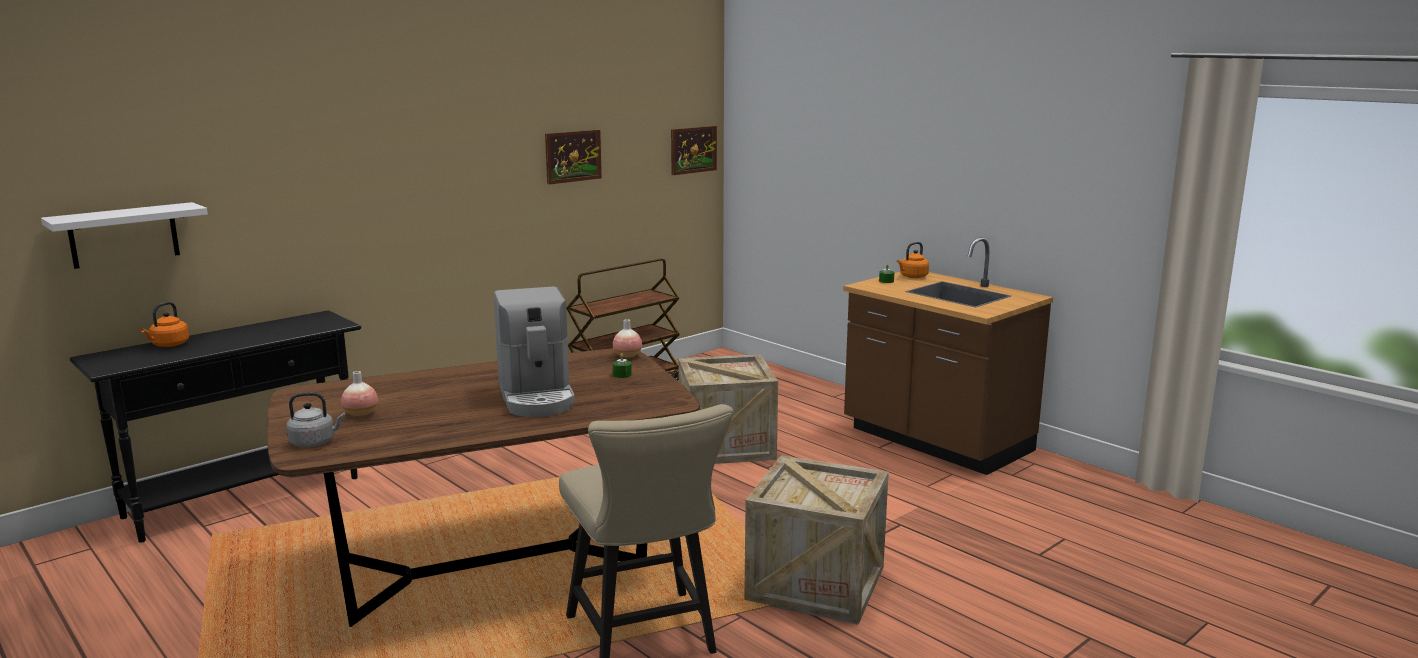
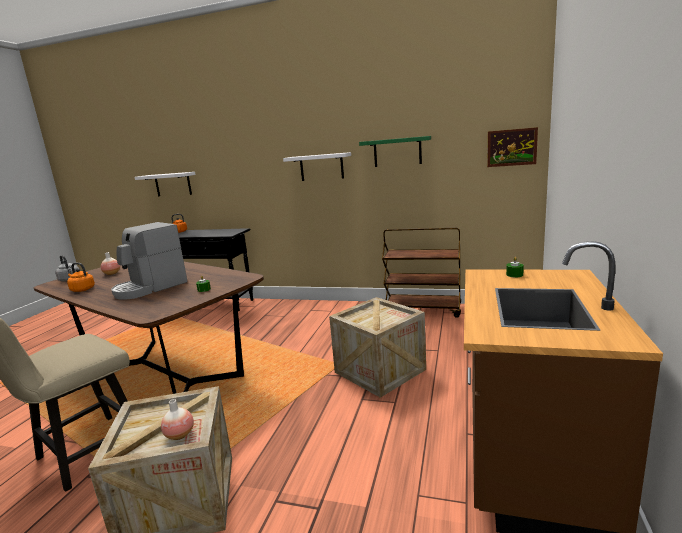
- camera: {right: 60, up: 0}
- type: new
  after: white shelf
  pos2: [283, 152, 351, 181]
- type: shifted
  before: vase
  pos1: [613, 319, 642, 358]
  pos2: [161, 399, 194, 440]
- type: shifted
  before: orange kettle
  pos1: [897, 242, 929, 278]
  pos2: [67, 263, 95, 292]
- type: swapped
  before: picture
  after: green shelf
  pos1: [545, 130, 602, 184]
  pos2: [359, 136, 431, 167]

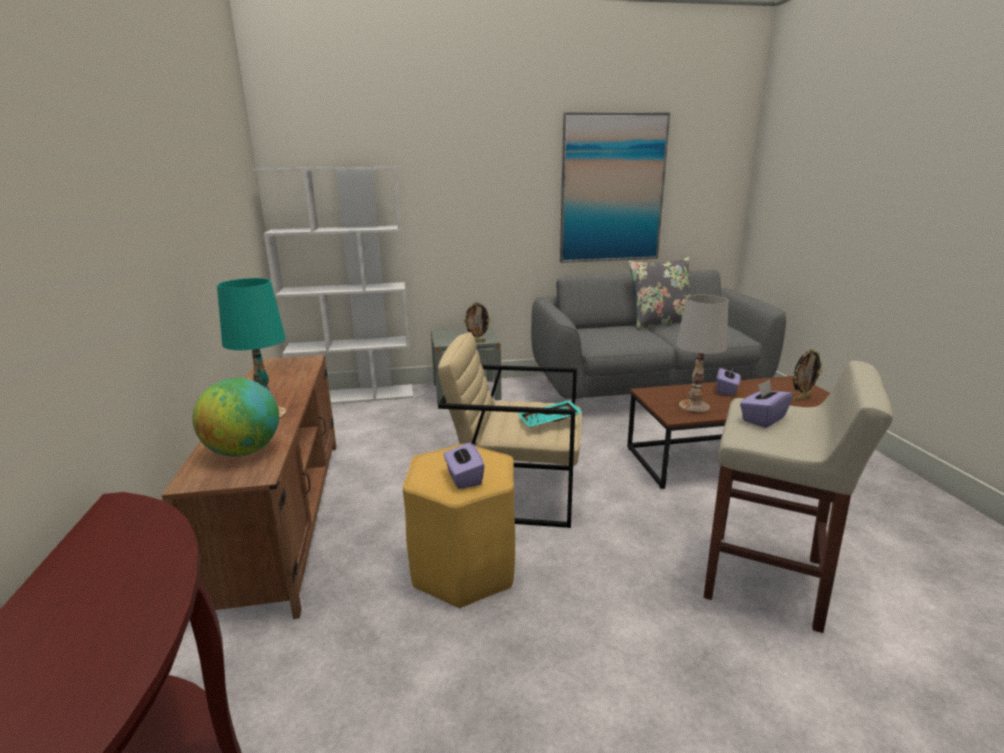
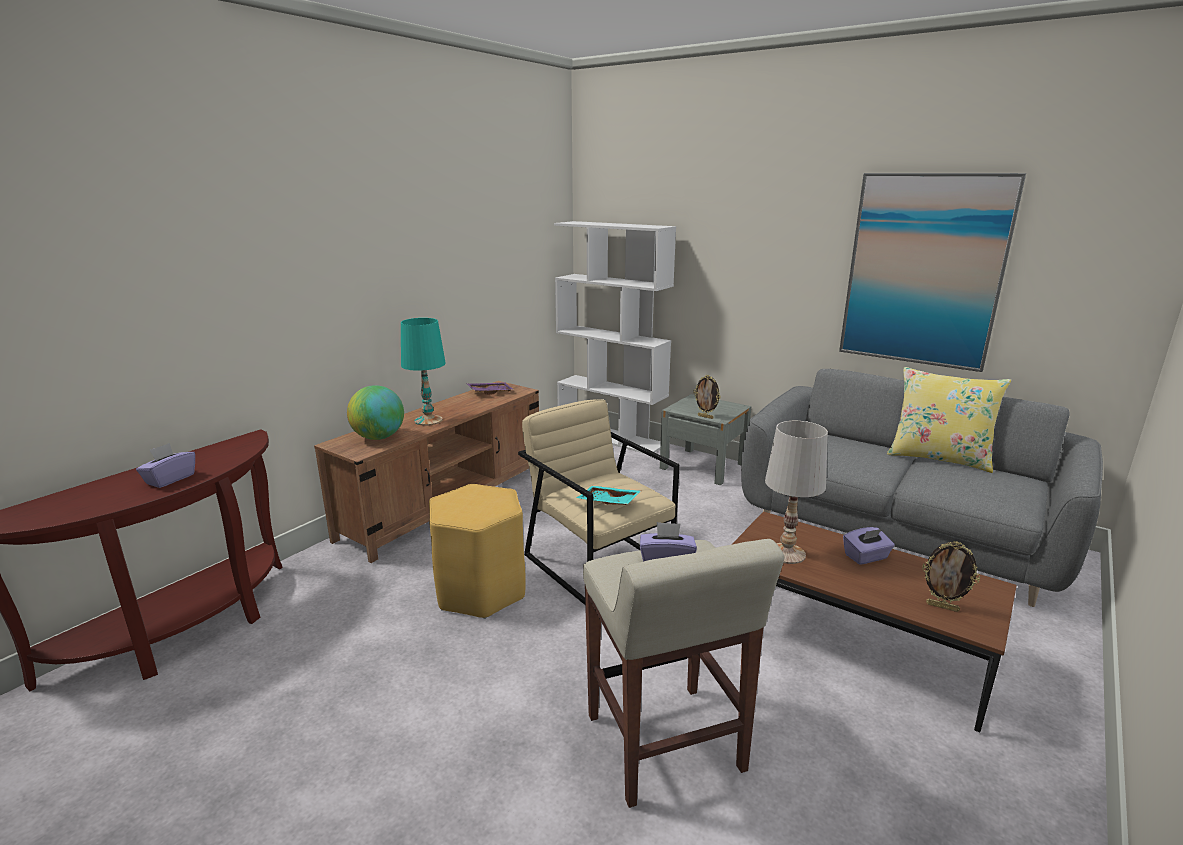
- camera: {right: 45, up: 0}
- type: new
  after: purple tray
  pos2: [466, 382, 514, 395]
- type: shifted
  before: purple tissue box
  pos1: [443, 440, 485, 489]
  pos2: [136, 443, 195, 488]
- type: repainted
  before: grey pillow
  after: yellow pillow
  pos1: [628, 257, 691, 329]
  pos2: [887, 367, 1011, 473]

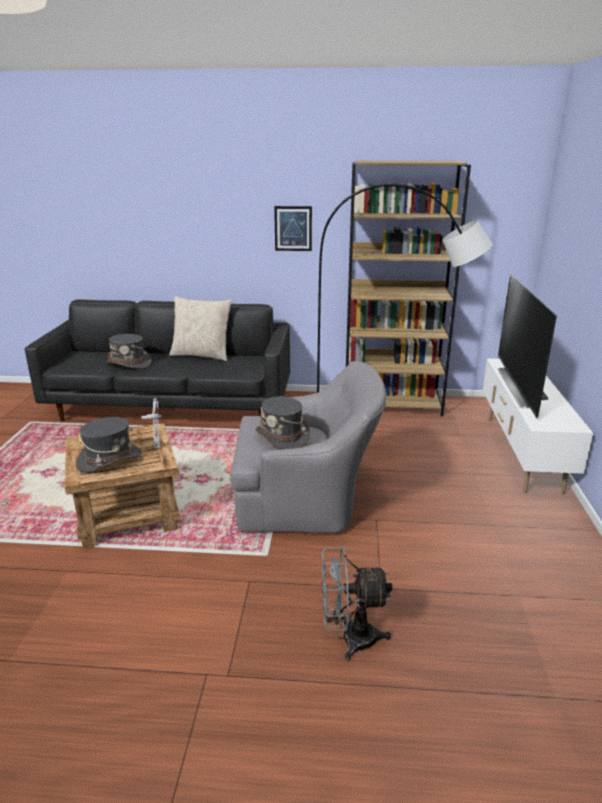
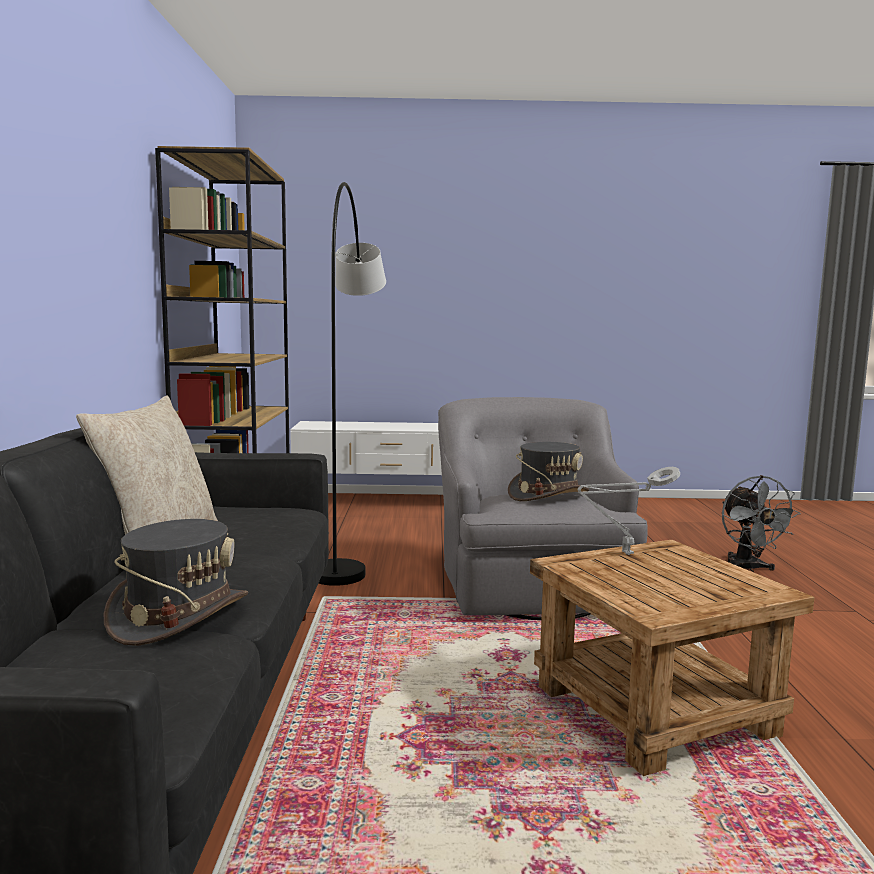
- camera: {right: -95, up: -15}
- type: gone
  before: grey hat
  pos1: [76, 417, 142, 473]
- type: gone
  before: picture
  pos1: [274, 206, 312, 251]
- type: gone
  before: television
  pos1: [498, 274, 557, 418]

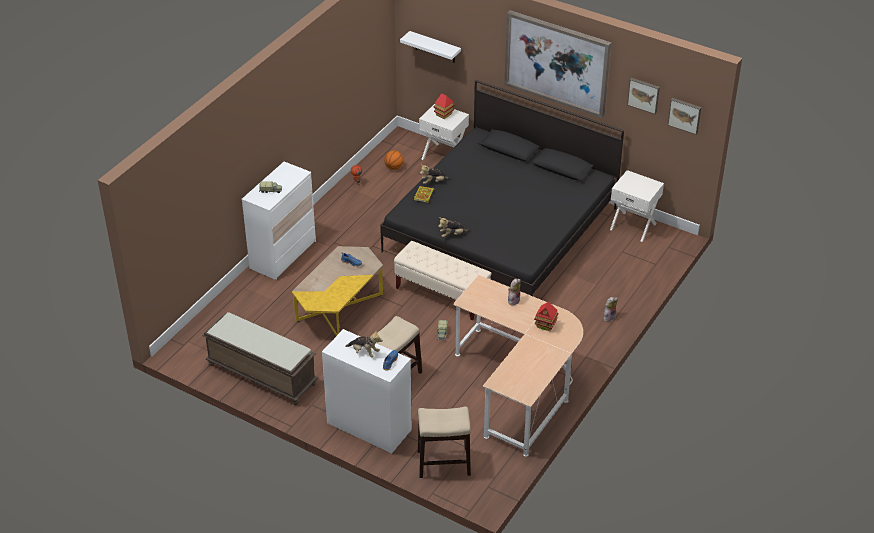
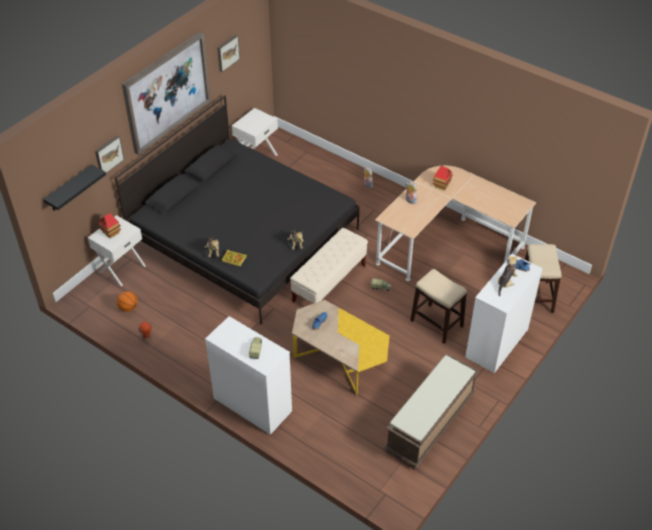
- camera: {right: -85, up: 5}
- type: shifted
  before: picture
  pos1: [668, 98, 701, 135]
  pos2: [95, 135, 124, 173]
- type: repainted
  before: white shelf
  after: black shelf
  pos1: [400, 31, 461, 63]
  pos2: [43, 164, 106, 211]

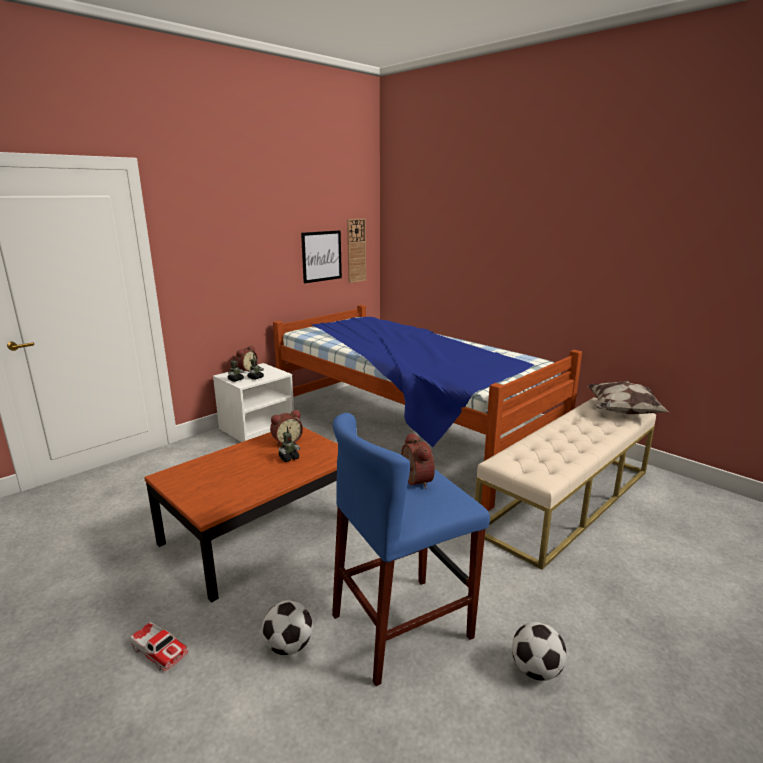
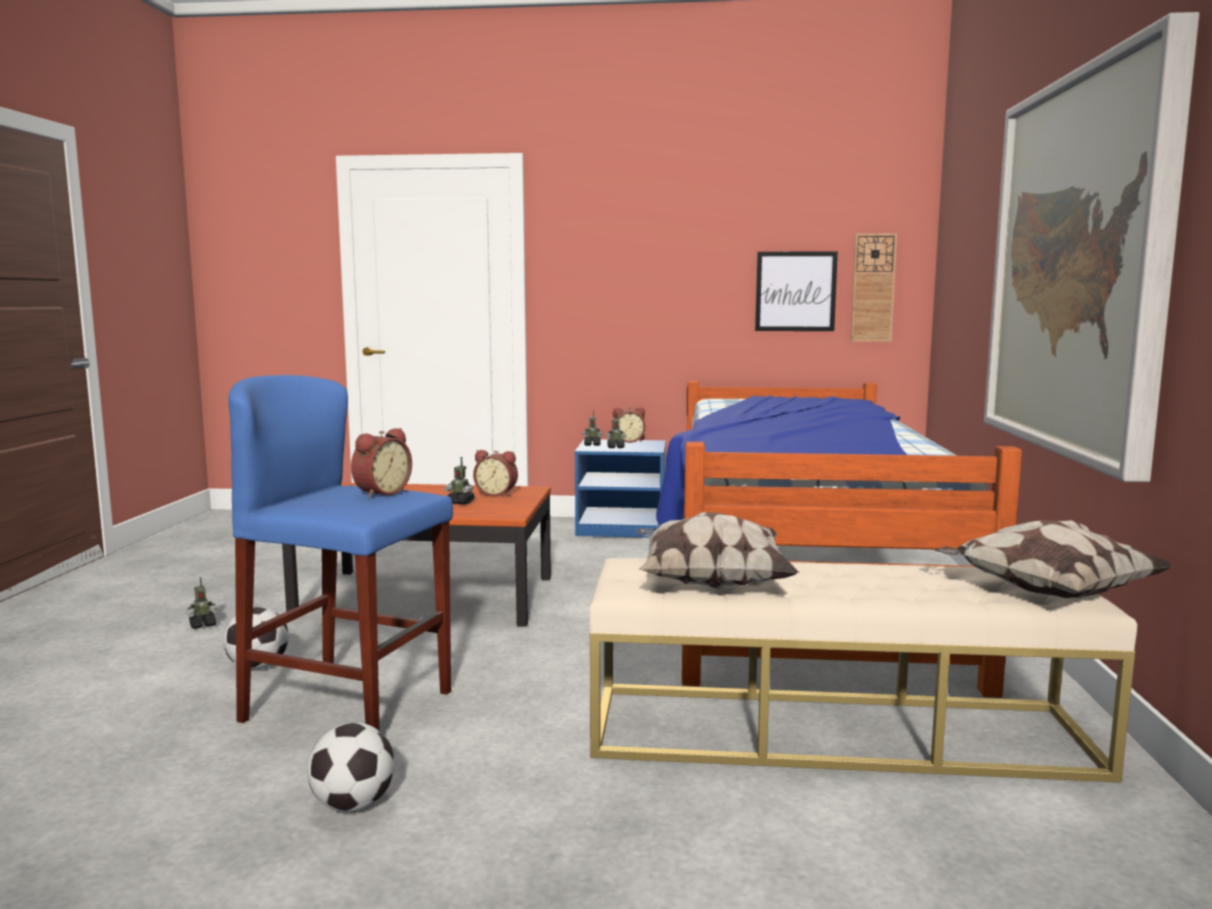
- camera: {right: 50, up: -10}
- type: new
  after: pillow
  pos2: [637, 512, 799, 589]
- type: new
  after: picture
  pos2: [984, 12, 1199, 482]
- type: swapped
  before: toy car
  after: toy robot
  pos1: [130, 622, 189, 671]
  pos2: [186, 577, 218, 629]
- type: repainted
  before: white nightstand
  after: blue nightstand
  pos1: [213, 363, 294, 442]
  pos2: [575, 439, 666, 538]

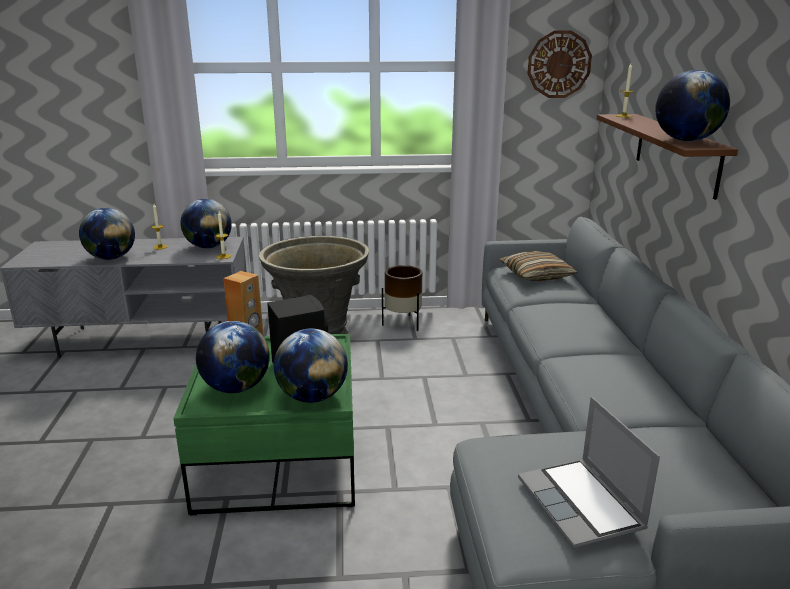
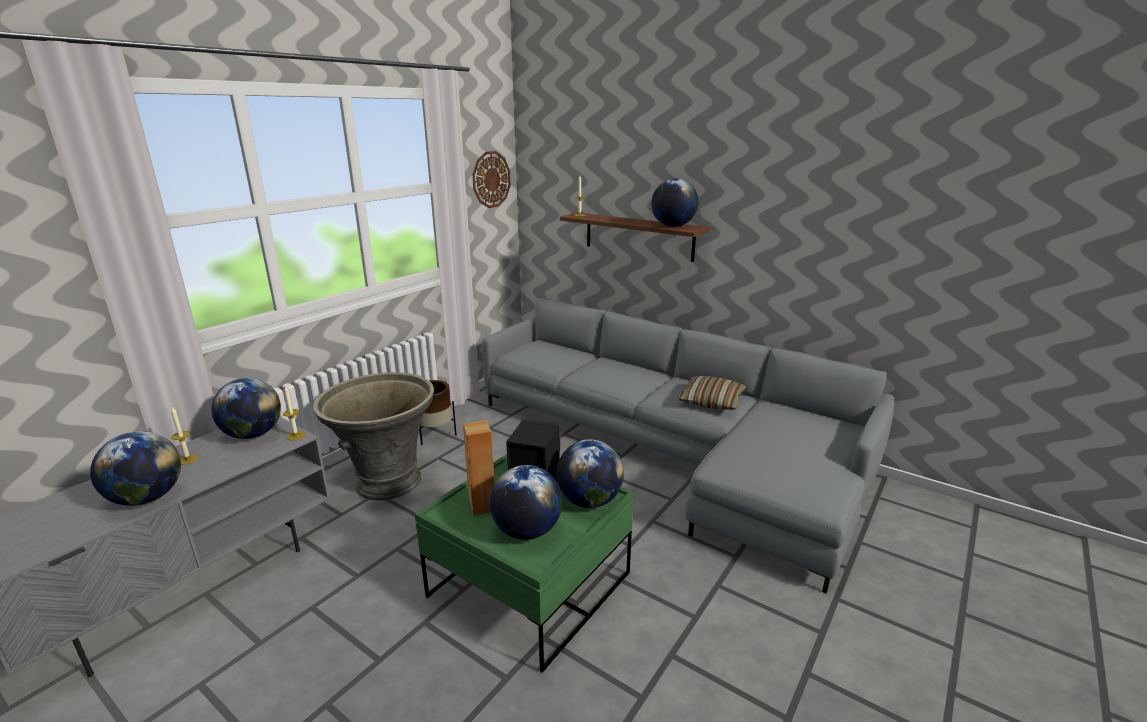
- camera: {right: -50, up: 0}
- type: gone
  before: laptop
  pos1: [518, 397, 660, 548]
- type: shifted
  before: pillow
  pos1: [500, 251, 578, 281]
  pos2: [678, 376, 746, 410]

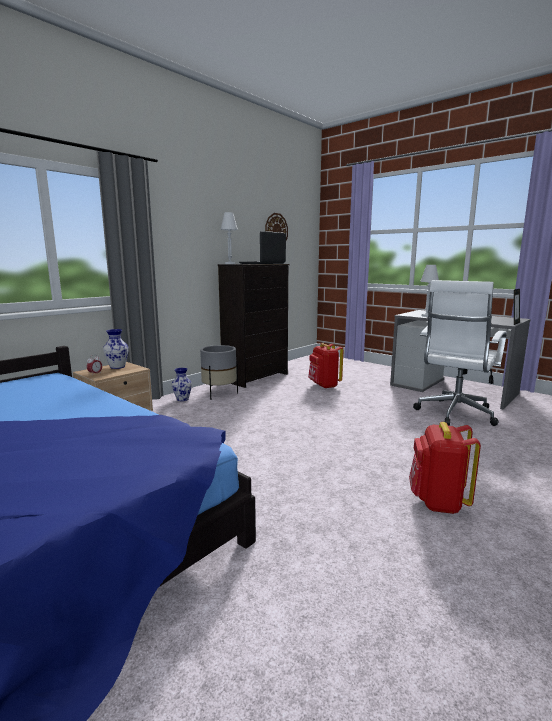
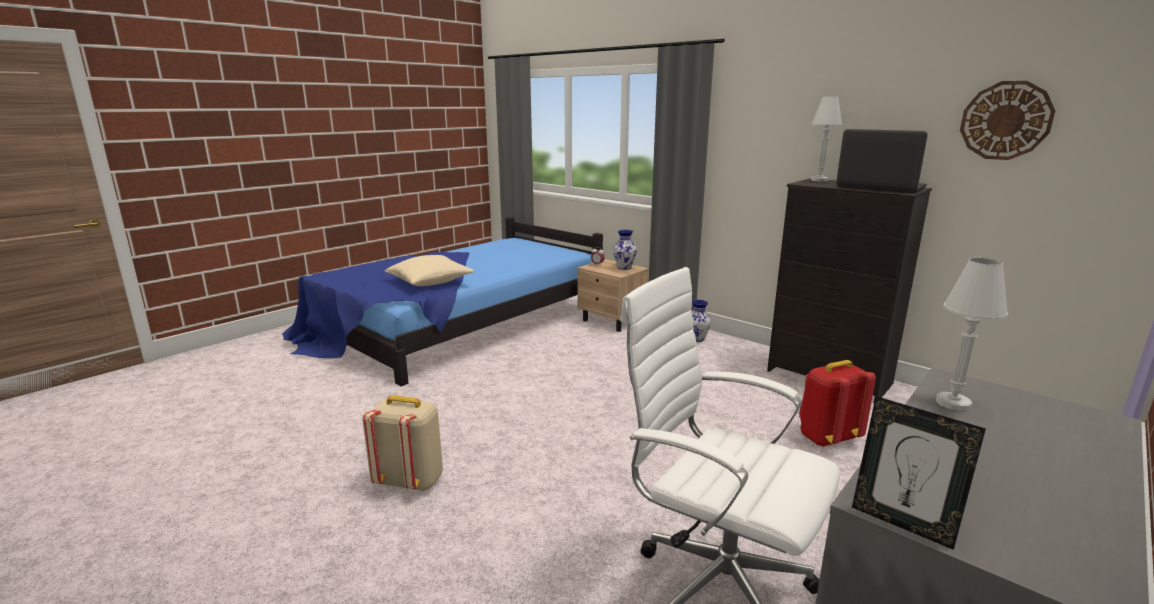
- camera: {right: 90, up: 5}
- type: gone
  before: grey planter
  pos1: [200, 345, 238, 400]
- type: new
  after: beige pillow
  pos2: [385, 255, 475, 286]
- type: repainted
  before: red backpack
  after: beige backpack
  pos1: [409, 422, 481, 514]
  pos2: [362, 395, 443, 491]

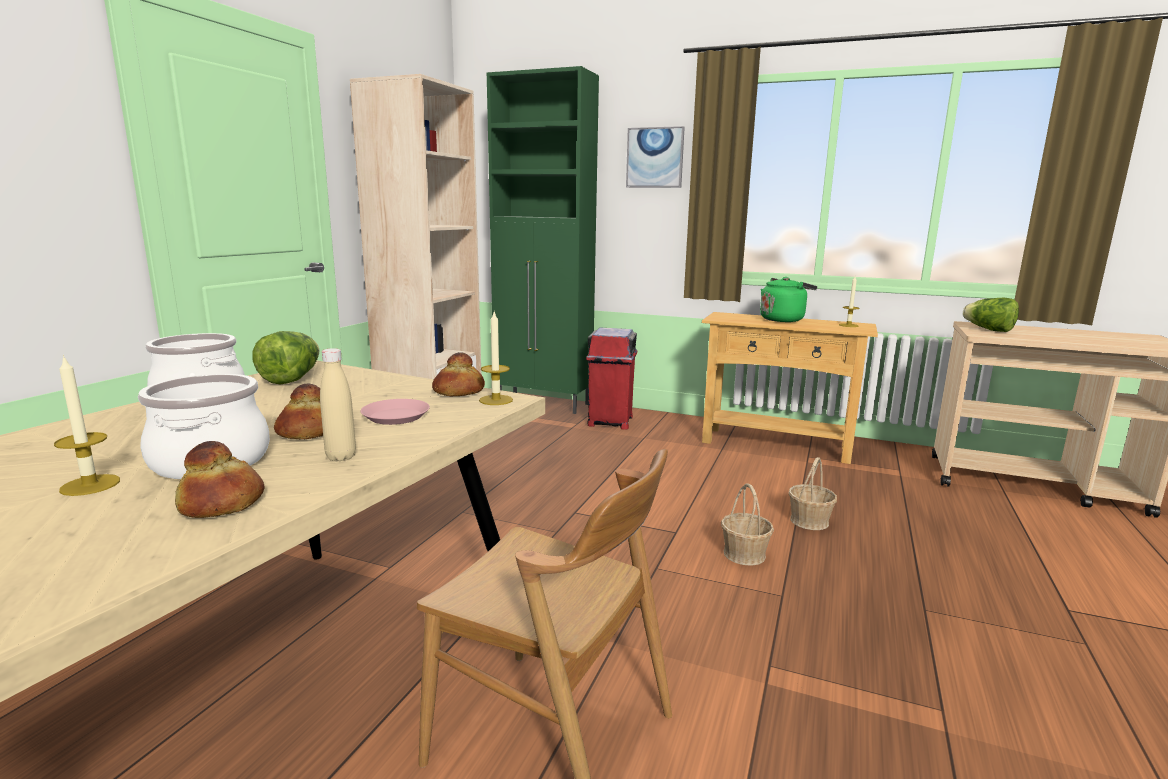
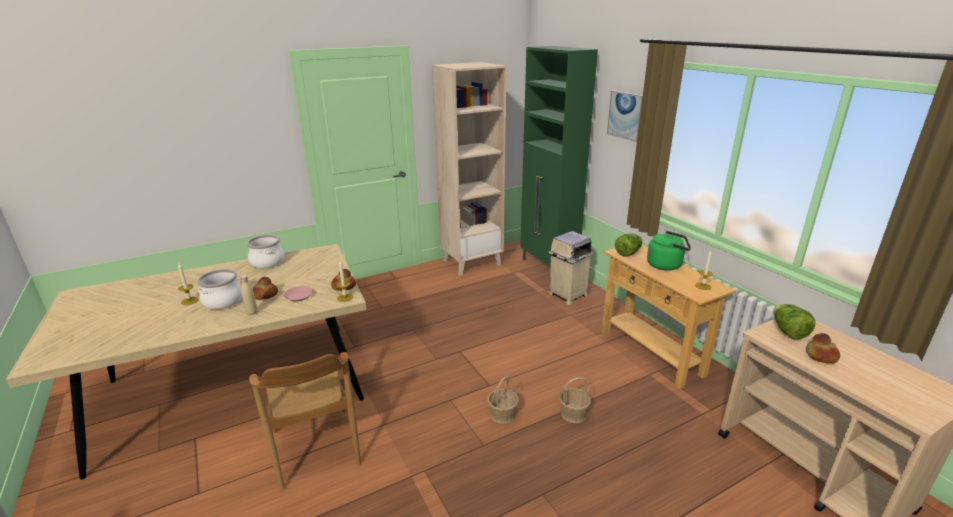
- camera: {right: 40, up: 10}
- type: shifted
  before: bread
  pos1: [175, 441, 265, 518]
  pos2: [806, 333, 840, 363]
- type: shifted
  before: lettuce
  pos1: [252, 331, 319, 385]
  pos2: [615, 234, 642, 257]
- type: repainted
  before: red trash can
  after: beige trash can
  pos1: [586, 328, 637, 430]
  pos2: [549, 231, 593, 305]

